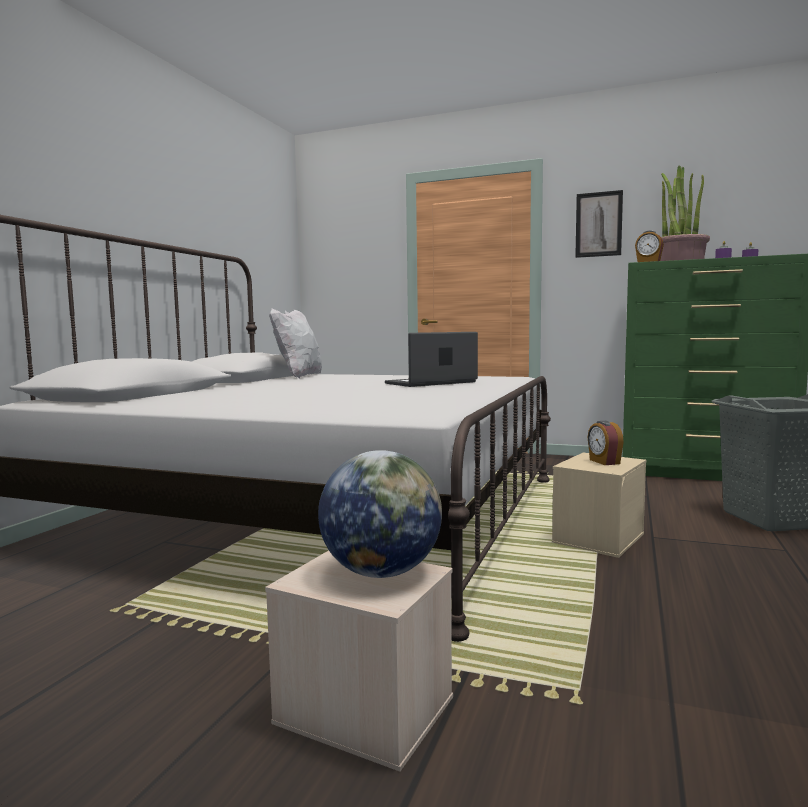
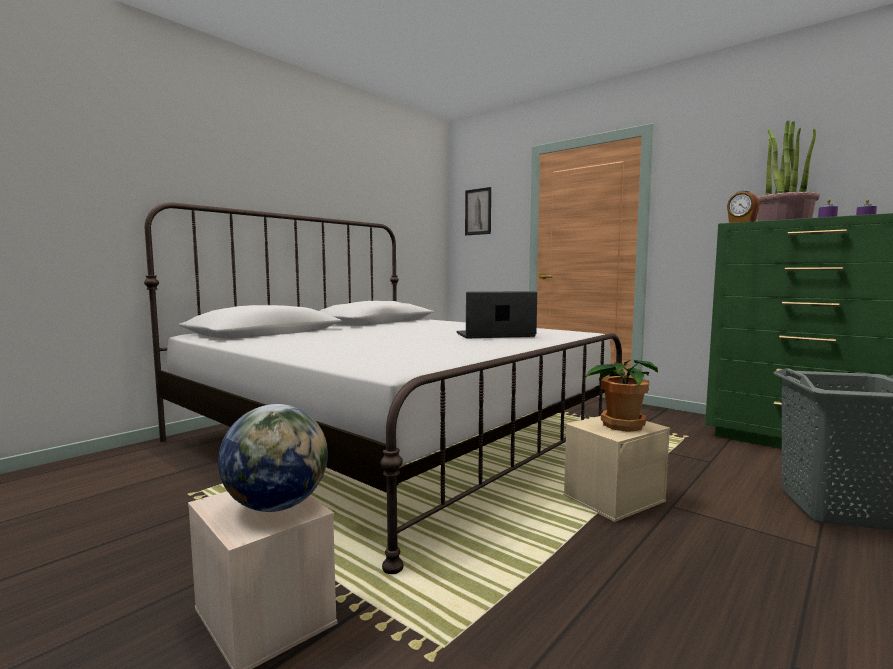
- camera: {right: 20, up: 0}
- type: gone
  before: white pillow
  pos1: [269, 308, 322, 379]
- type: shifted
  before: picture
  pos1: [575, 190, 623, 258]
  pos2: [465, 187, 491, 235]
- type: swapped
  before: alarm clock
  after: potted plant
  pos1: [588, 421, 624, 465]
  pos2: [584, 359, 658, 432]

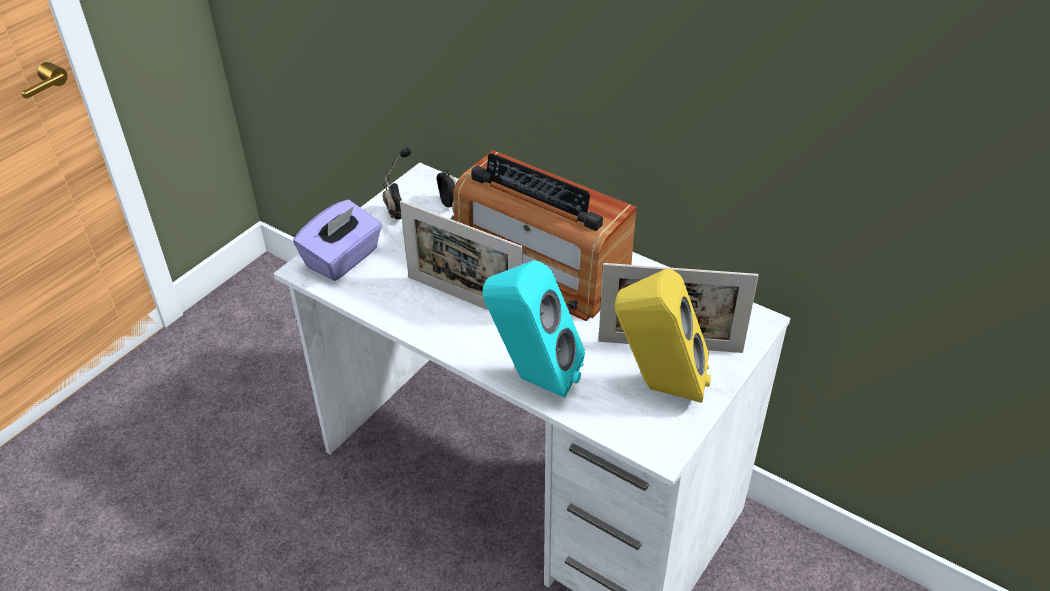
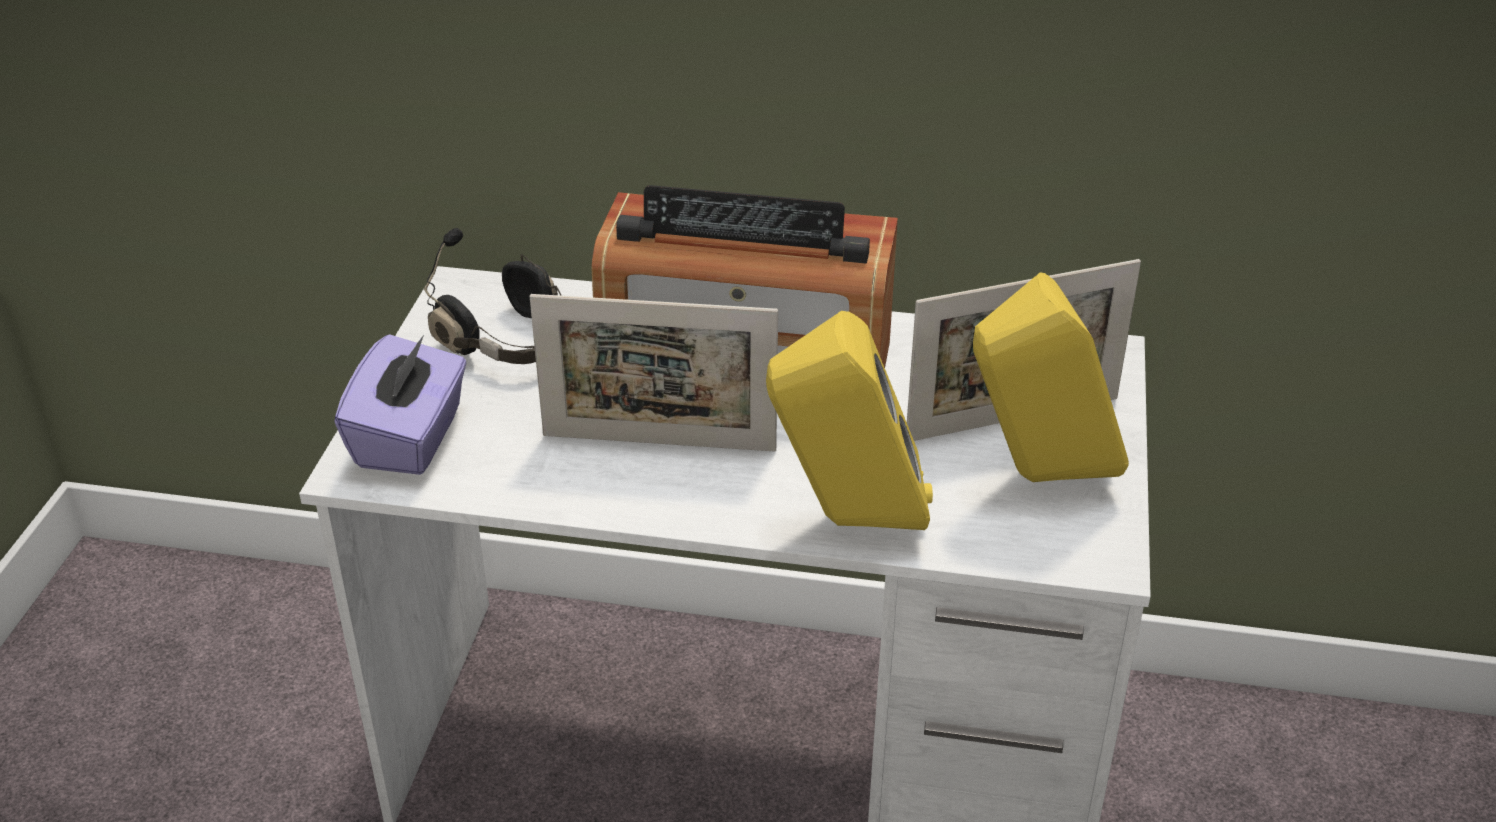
- camera: {right: -25, up: -5}
- type: repainted
  before: turquoise speaker
  after: yellow speaker
  pos1: [483, 260, 585, 398]
  pos2: [766, 311, 933, 530]

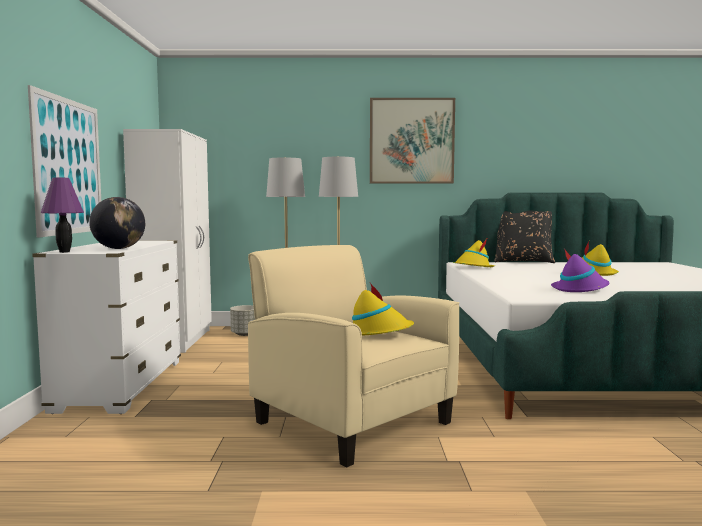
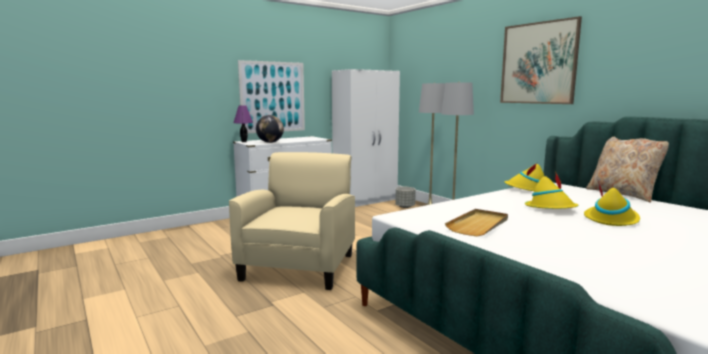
- camera: {right: 55, up: 5}
- type: shifted
  before: yellow hat
  pos1: [352, 283, 414, 335]
  pos2: [525, 173, 578, 209]
- type: swapped
  before: purple hat
  after: beige tray
  pos1: [551, 249, 610, 292]
  pos2: [445, 209, 508, 236]
- type: repainted
  before: black pillow
  after: beige pillow
  pos1: [494, 211, 555, 263]
  pos2: [586, 137, 669, 203]

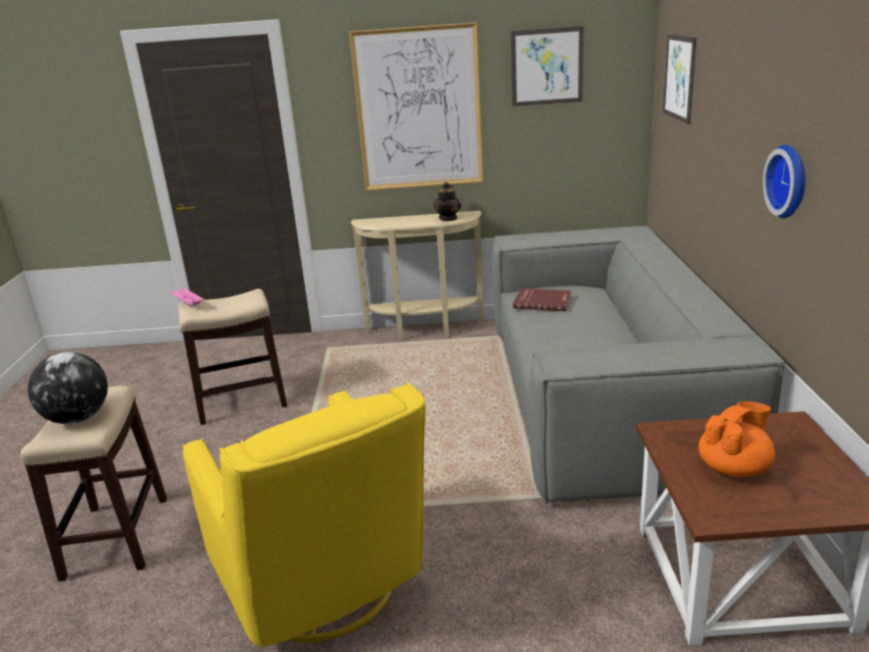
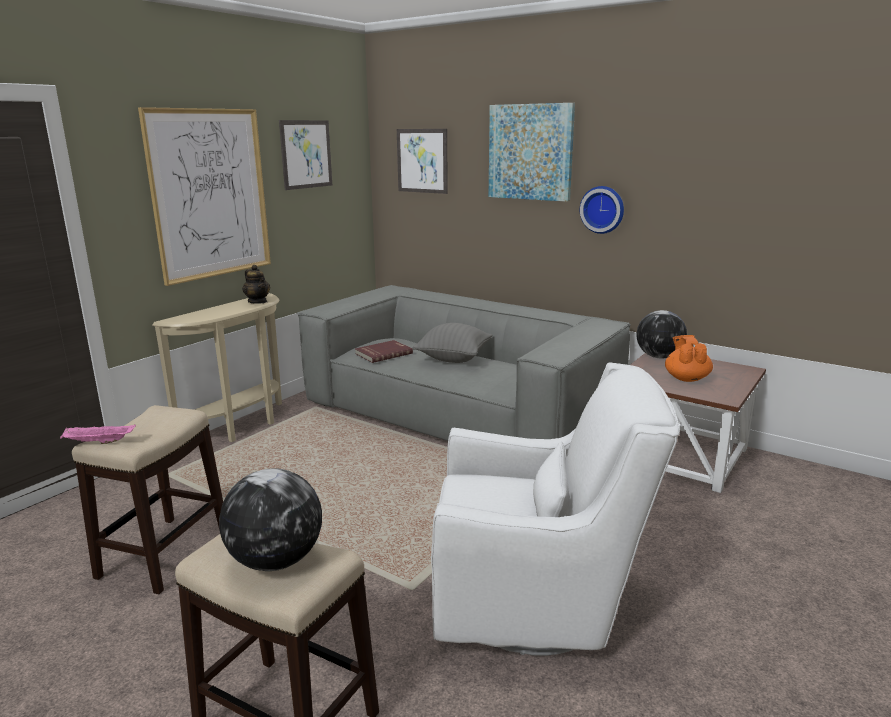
- camera: {right: -55, up: -5}
- type: new
  after: grey pillow
  pos2: [412, 323, 492, 363]
- type: new
  after: picture
  pos2: [489, 103, 575, 202]
- type: new
  after: globe
  pos2: [636, 310, 687, 359]
- type: repainted
  before: yellow armchair
  after: white armchair
  pos1: [182, 383, 426, 648]
  pos2: [431, 362, 680, 656]

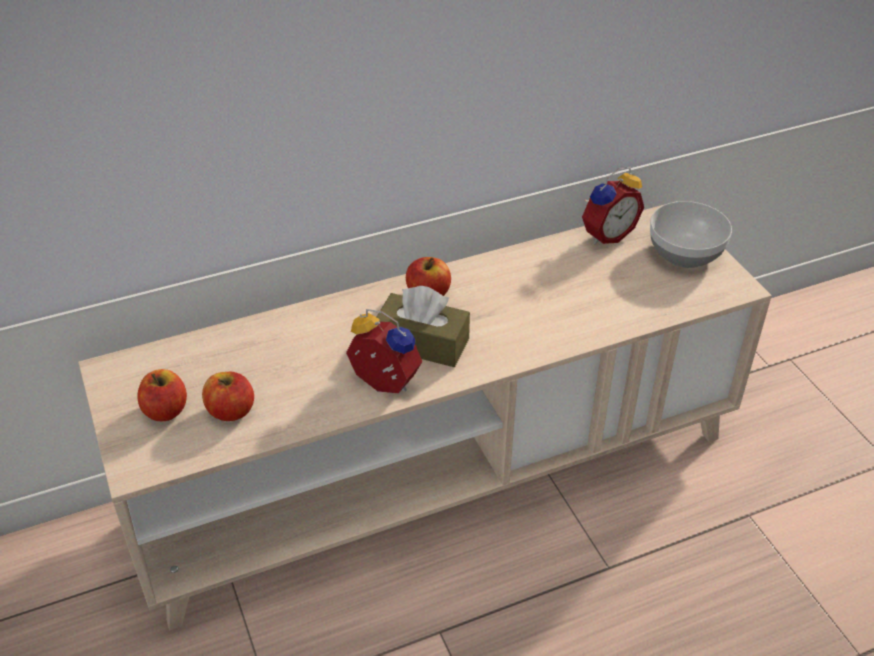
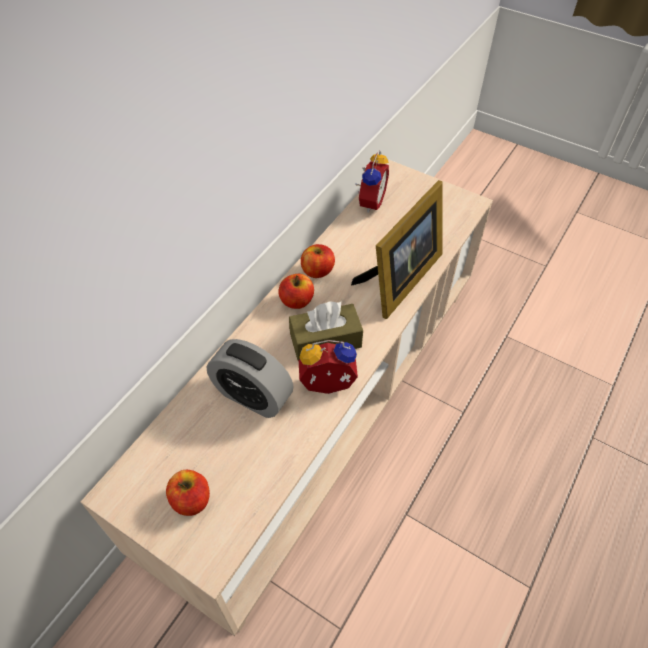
- camera: {right: -35, up: 10}
- type: gone
  before: bowl
  pos1: [650, 201, 732, 268]
- type: new
  after: alarm clock
  pos2: [207, 339, 294, 418]
- type: new
  after: picture frame
  pos2: [351, 180, 443, 319]
- type: shifted
  before: apple
  pos1: [202, 372, 254, 421]
  pos2: [301, 244, 335, 278]

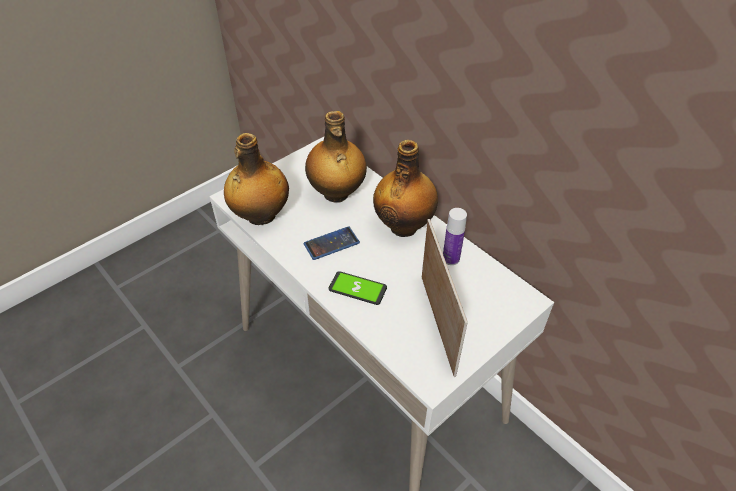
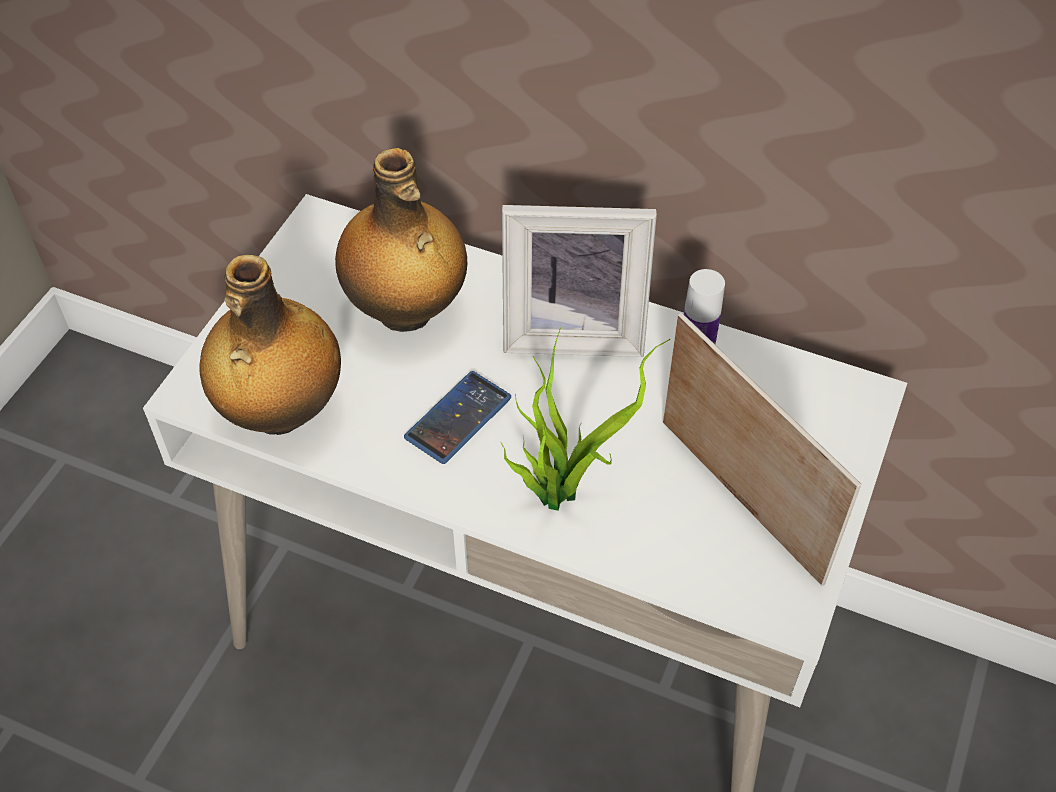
- camera: {right: -25, up: 5}
- type: swapped
  before: phone
  after: potted plant
  pos1: [328, 271, 387, 305]
  pos2: [500, 327, 670, 511]
- type: swapped
  before: bottle
  after: picture frame
  pos1: [373, 140, 438, 237]
  pos2: [502, 205, 657, 357]

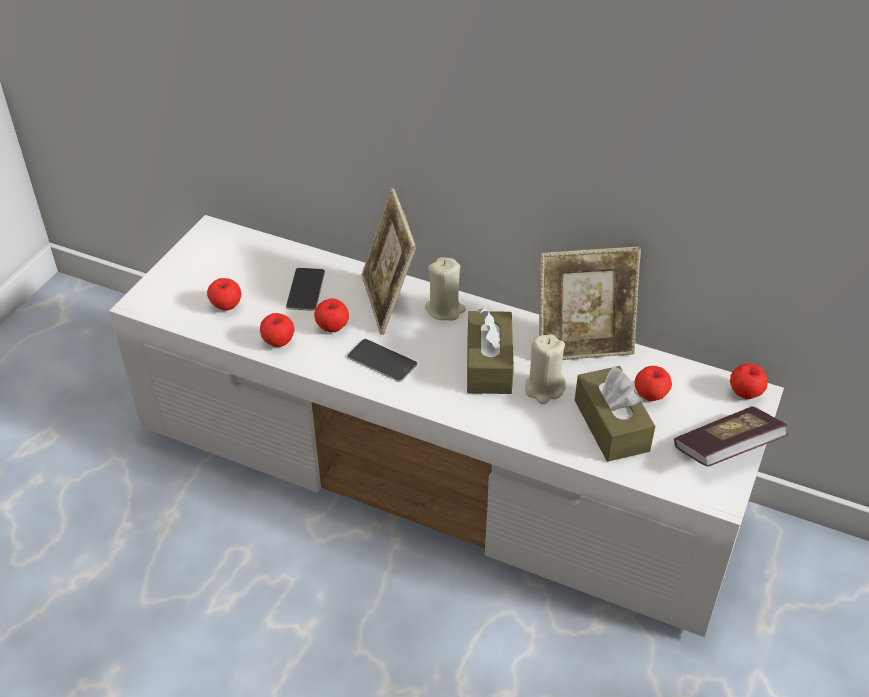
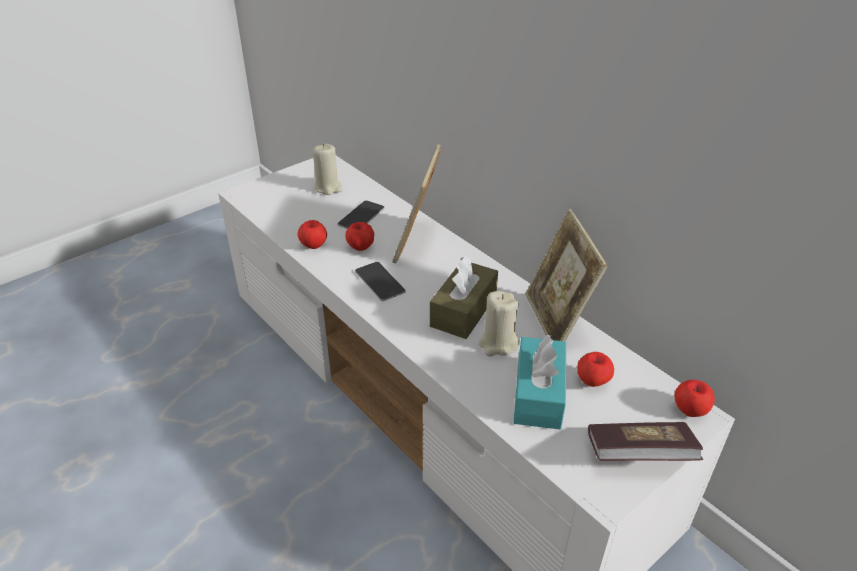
- camera: {right: 25, up: -5}
- type: gone
  before: apple
  pos1: [207, 278, 241, 311]
- type: shifted
  before: beige candle
  pos1: [425, 257, 466, 321]
  pos2: [313, 144, 342, 195]
- type: repainted
  before: brown tissue box
  after: turquoise tissue box
  pos1: [575, 366, 655, 462]
  pos2: [513, 335, 566, 429]
- type: rotated
  before: picture frame
  pos1: [539, 247, 641, 360]
  pos2: [526, 208, 608, 341]
  turn: 60

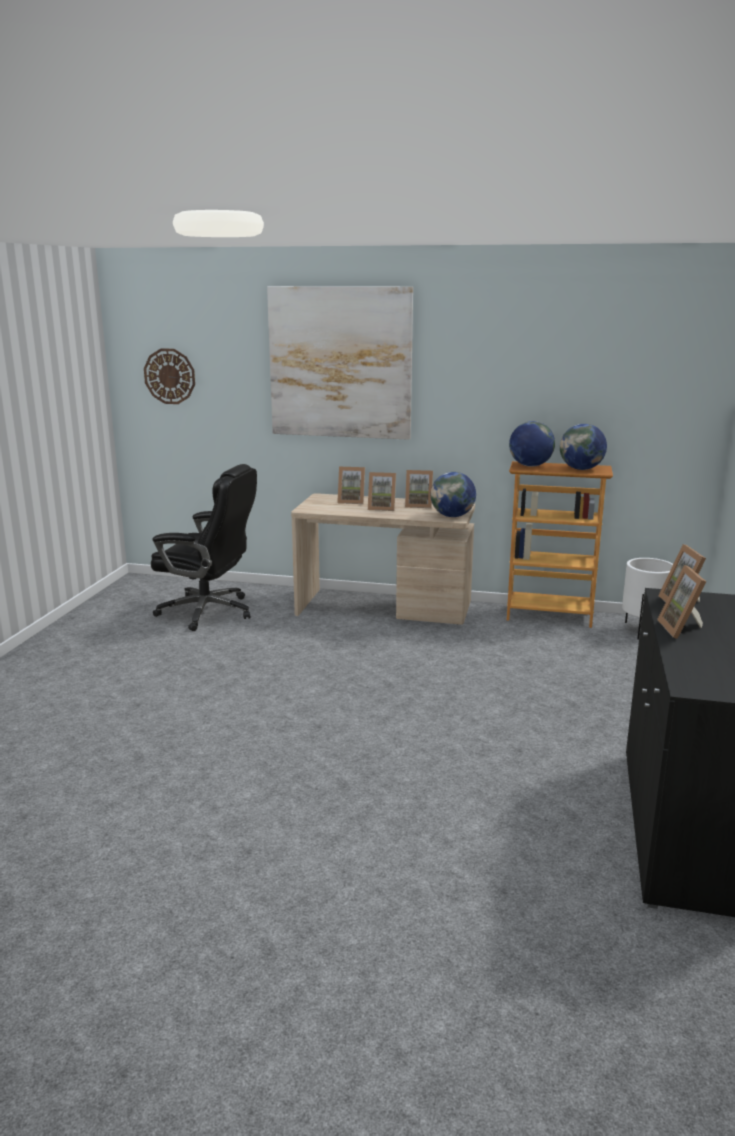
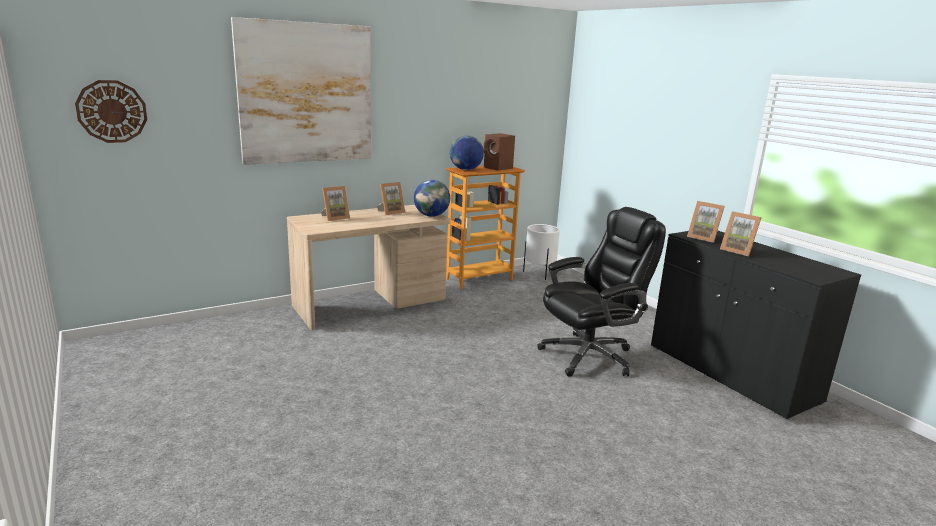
- camera: {right: -45, up: 0}
- type: gone
  before: picture frame
  pos1: [368, 472, 396, 511]
- type: shifted
  before: black office chair
  pos1: [151, 464, 257, 631]
  pos2: [537, 207, 666, 377]
- type: swapped
  before: globe
  after: brown speaker
  pos1: [560, 424, 607, 470]
  pos2: [484, 133, 515, 171]

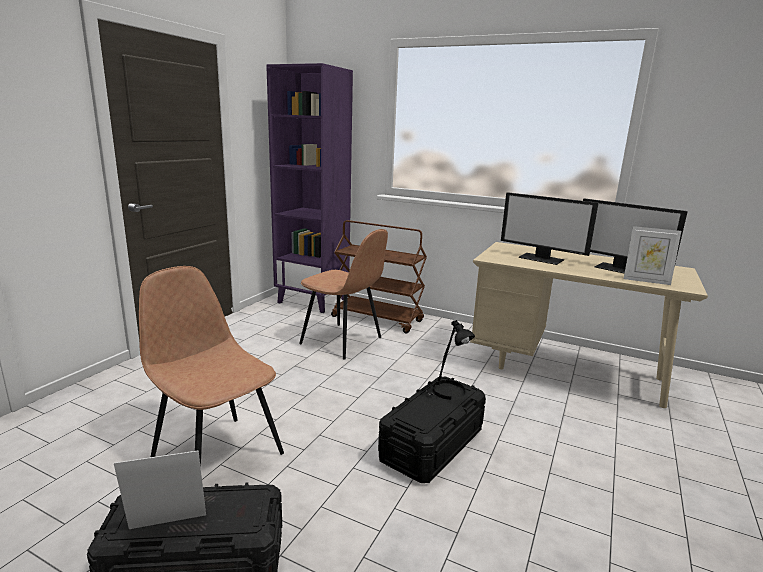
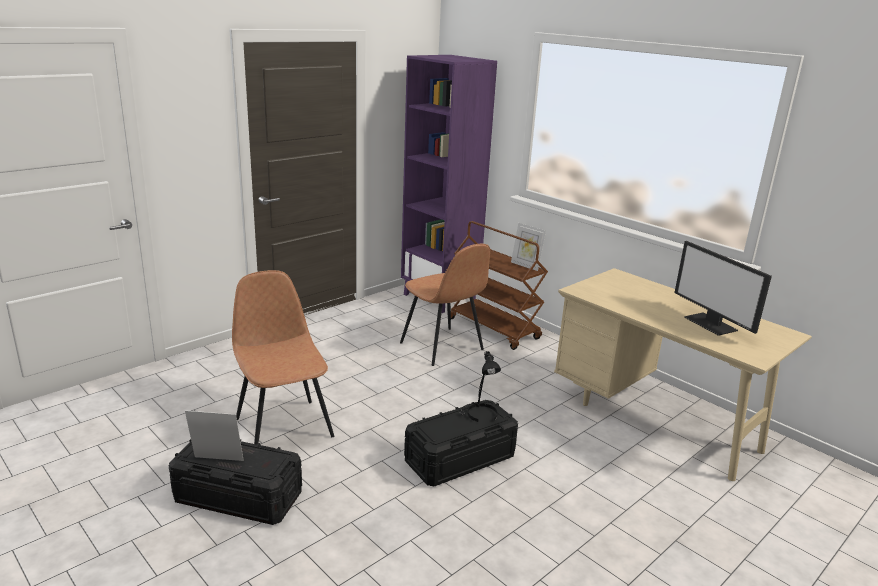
- camera: {right: 20, up: 5}
- type: gone
  before: monitor
  pos1: [501, 192, 599, 265]
- type: shifted
  before: picture frame
  pos1: [624, 226, 681, 285]
  pos2: [511, 223, 546, 271]

